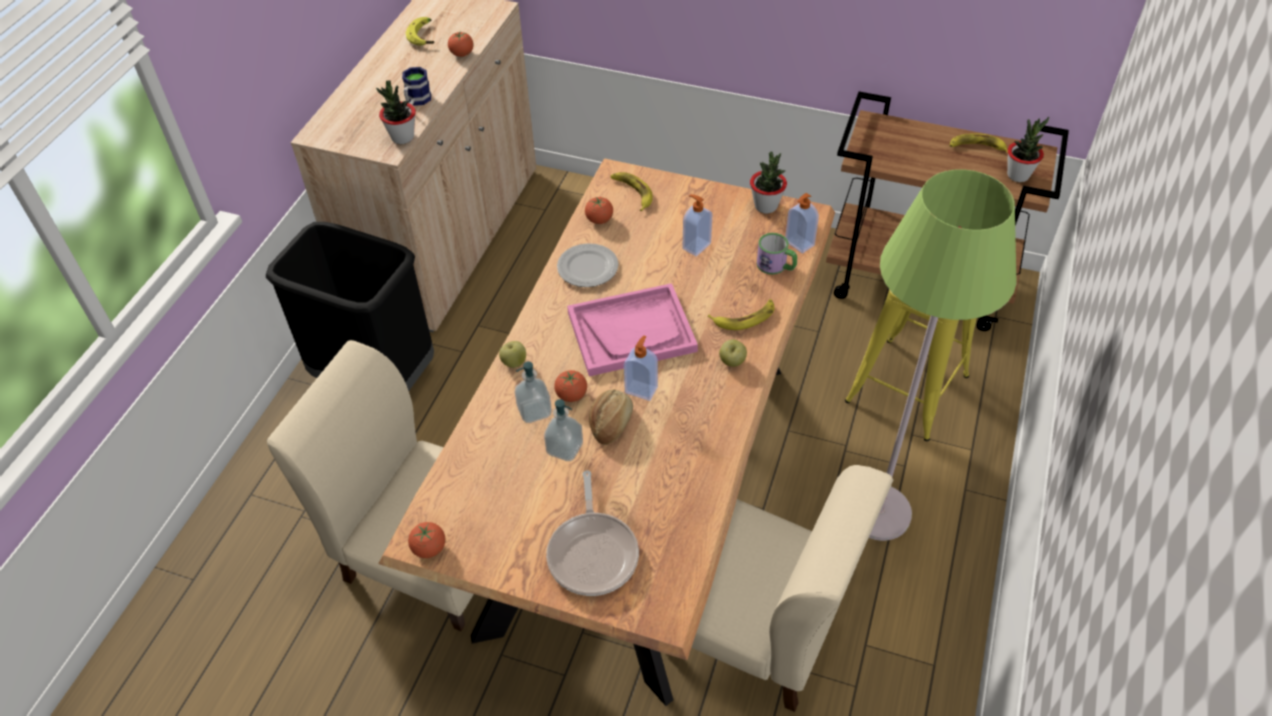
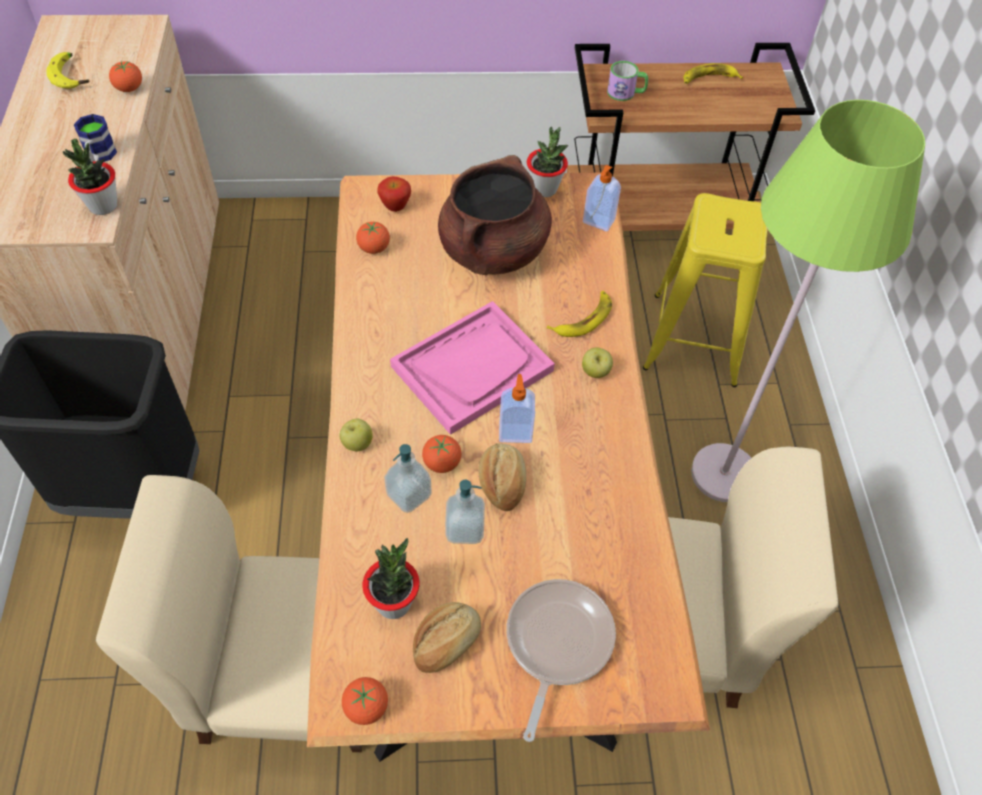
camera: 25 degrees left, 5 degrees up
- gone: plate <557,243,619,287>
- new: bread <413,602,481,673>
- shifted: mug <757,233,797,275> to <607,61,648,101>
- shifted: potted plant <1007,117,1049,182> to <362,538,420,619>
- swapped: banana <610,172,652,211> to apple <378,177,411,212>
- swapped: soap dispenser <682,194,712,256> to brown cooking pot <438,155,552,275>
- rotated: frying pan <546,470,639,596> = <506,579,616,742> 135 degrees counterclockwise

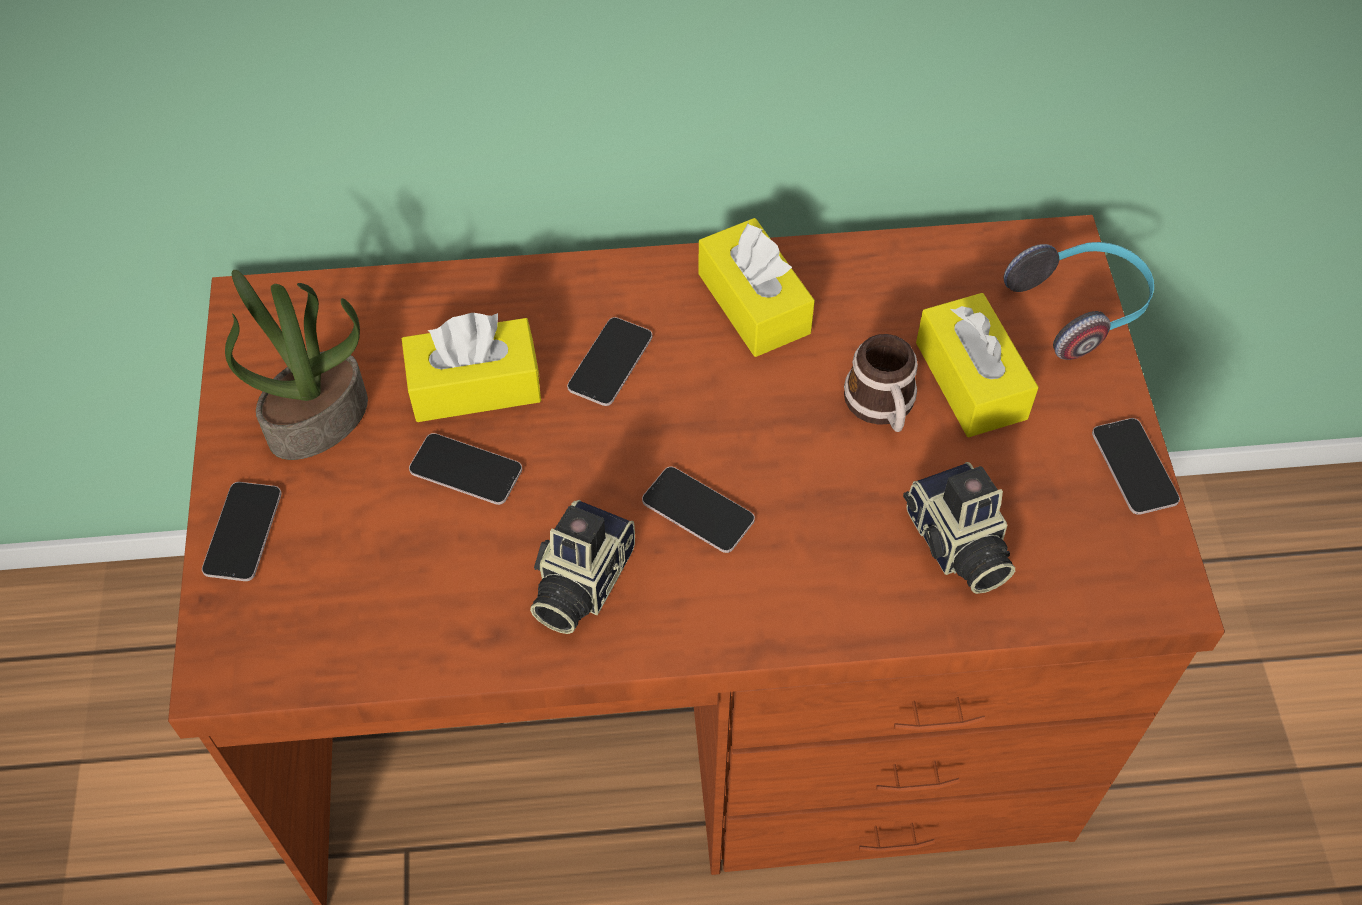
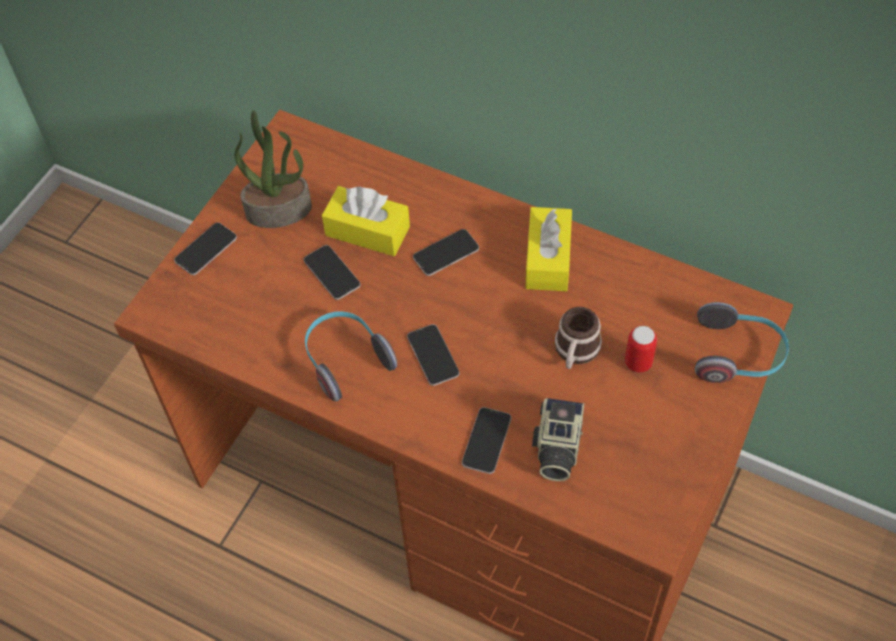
camera: 35 degrees right, 0 degrees up
- shifted: phone <1092,418,1180,515> to <462,407,511,474>
- swapped: photo camera <530,500,635,634> to headphones <305,311,397,402>
- swapped: yellow tissue box <916,293,1039,437> to can <625,326,657,373>

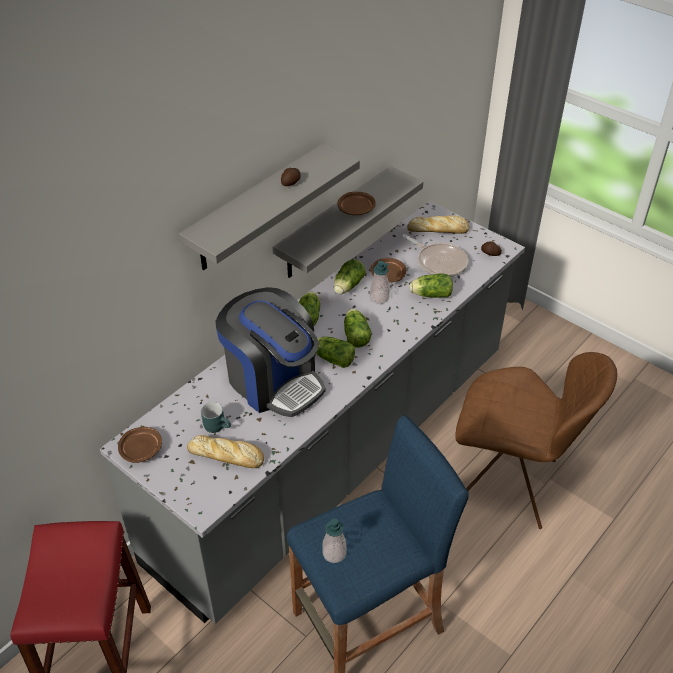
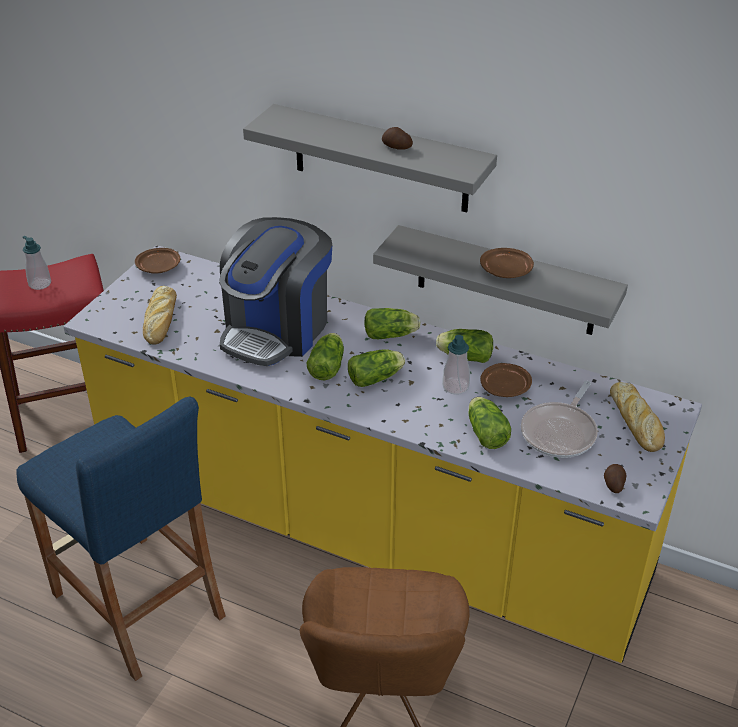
camera: 75 degrees right, 5 degrees down
- gone: turquoise mug <201,402,231,433>
- shifted: soap dispenser <322,518,347,563> to <23,236,51,290>
- repainted: grey counter <100,201,525,624> to yellow counter <63,245,702,663>

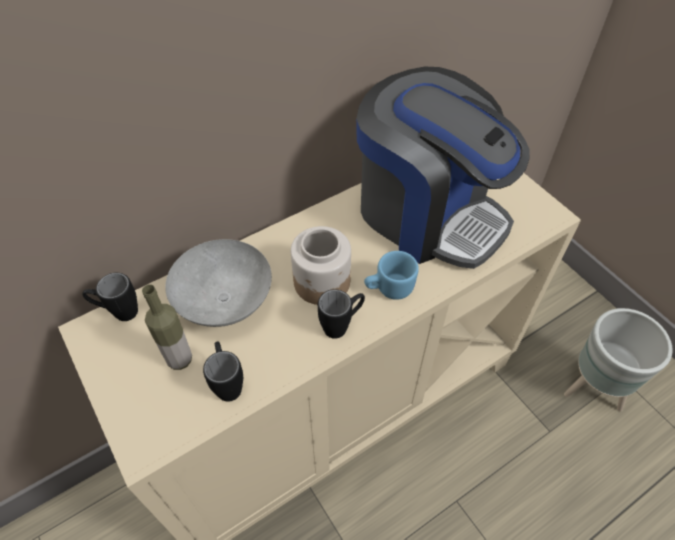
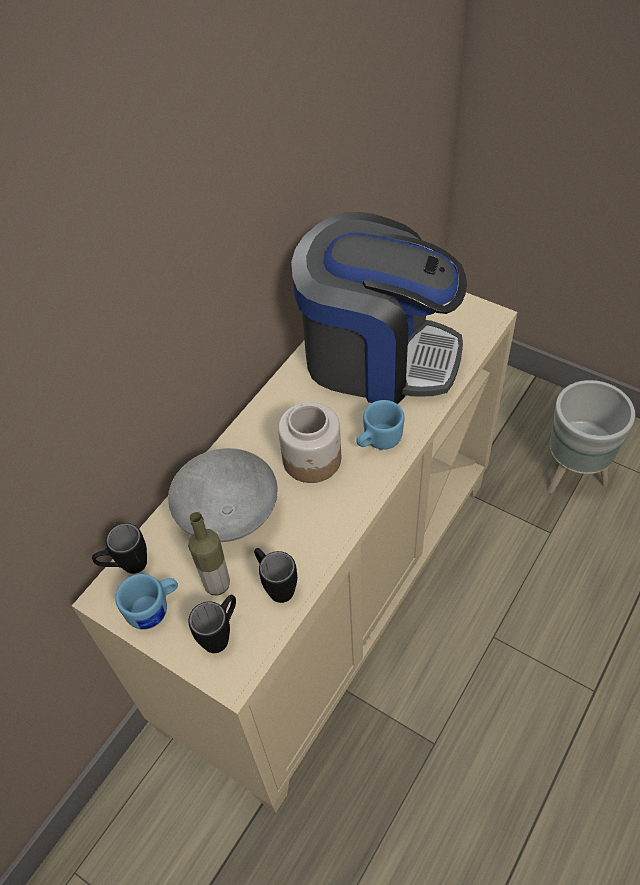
camera: 20 degrees left, 0 degrees up
- new: blue mug <115,574,178,630>
- shifted: black mug <318,289,365,339> to <188,595,236,653>

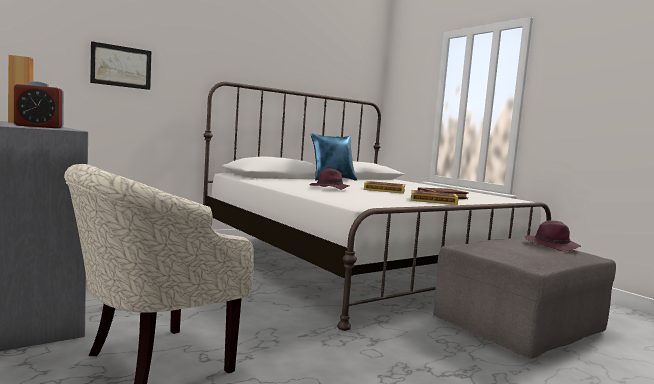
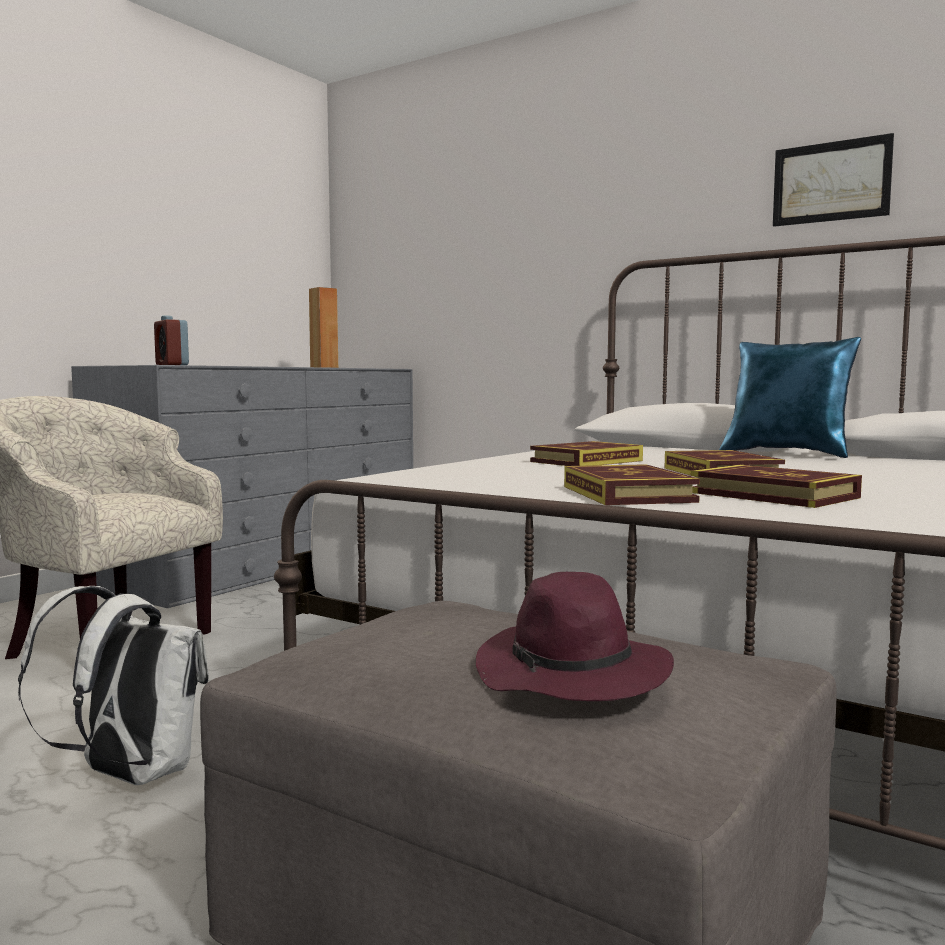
camera: 70 degrees right, 0 degrees up
- new: white backpack <18,586,209,785>
- shifted: picture <90,41,151,90> to <773,133,894,227>
- swapped: purple hat <309,168,349,190> to book <530,441,643,466>

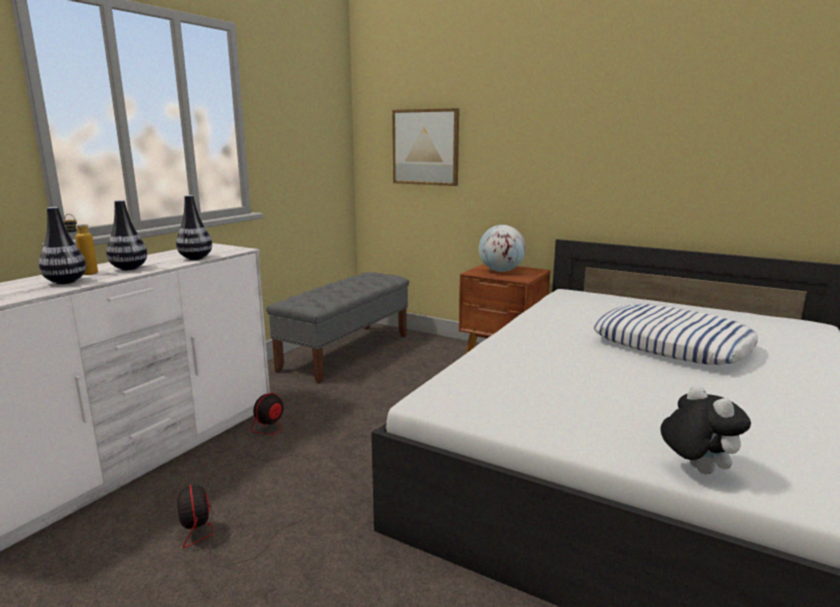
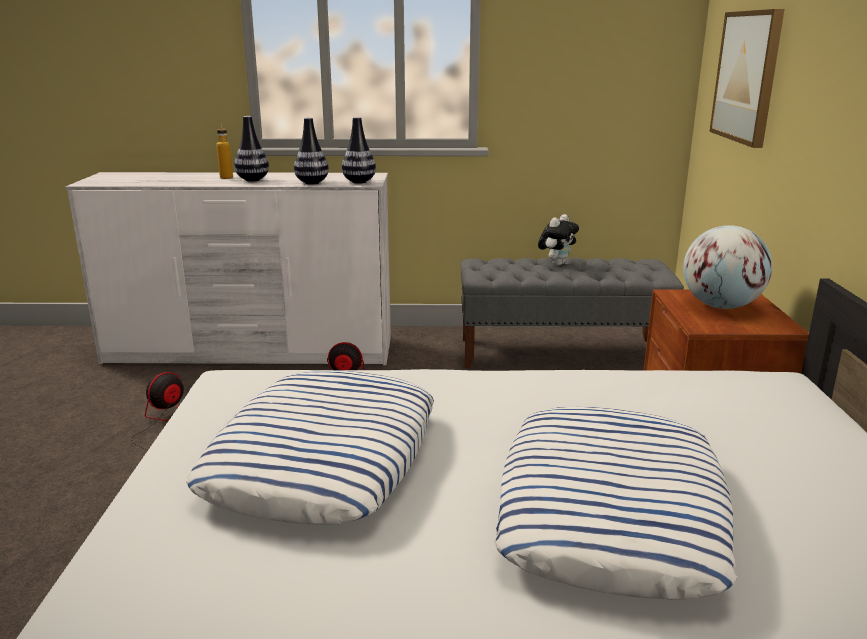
camera: 60 degrees right, 5 degrees up
- new: pillow <186,370,434,525>
- shifted: vase <39,207,86,284> to <342,117,376,184>
- shifted: plush toy <661,385,751,474> to <538,214,579,266>

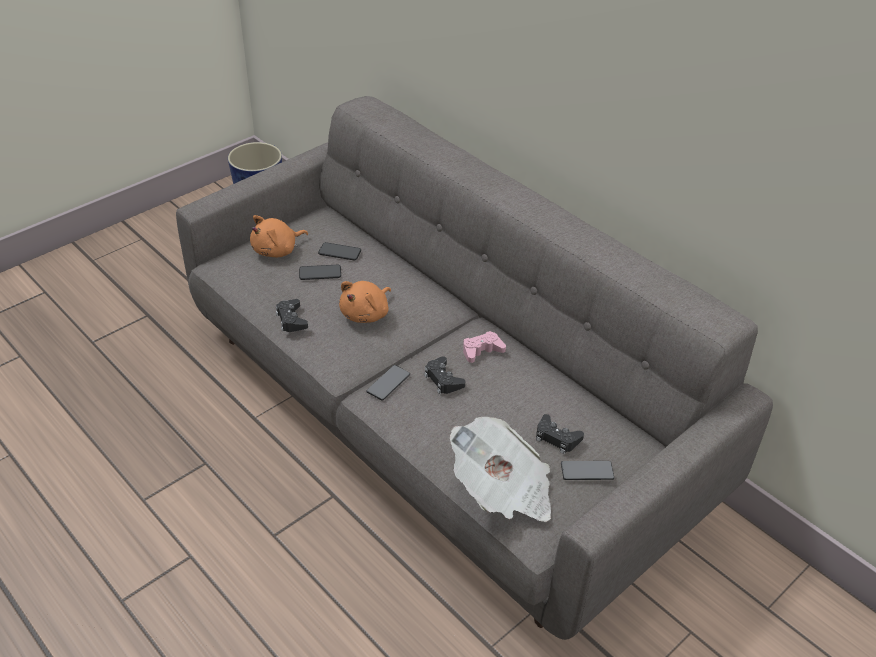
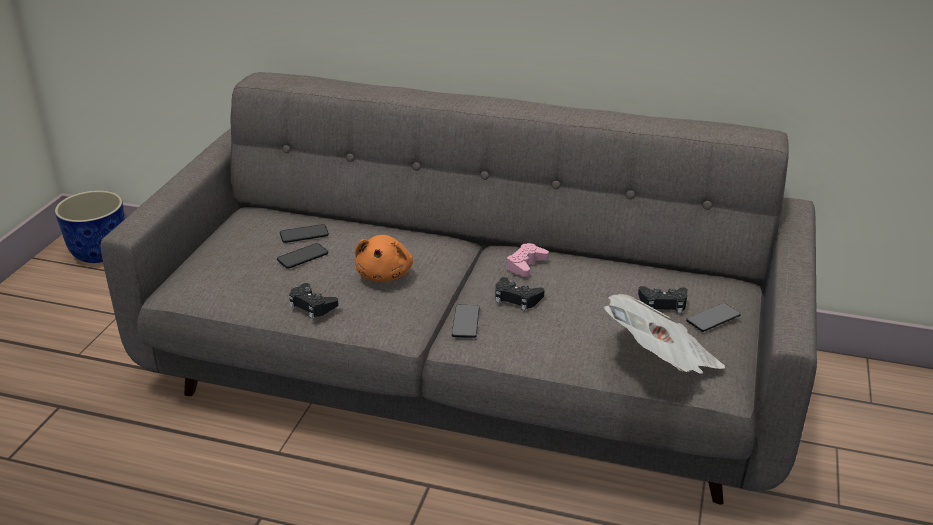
camera: 30 degrees left, 10 degrees down
- gone: orange plush toy <250,215,308,257>

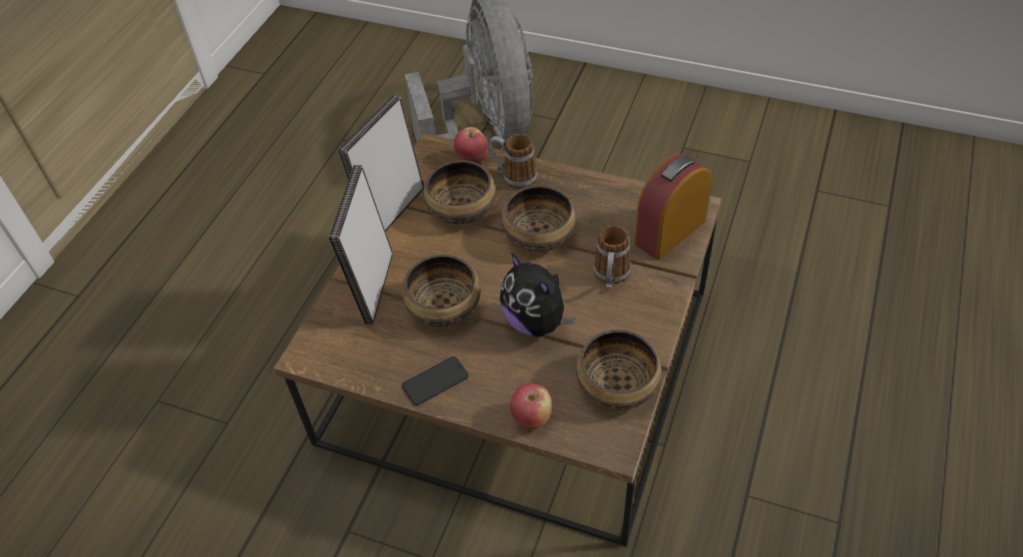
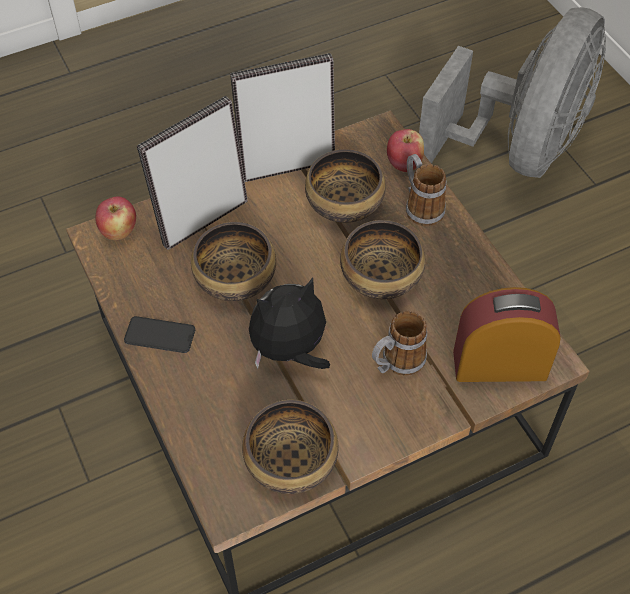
camera: 40 degrees right, 5 degrees up
- shifted: apple <510,383,552,430> to <95,196,136,240>
- rotated: plush toy <500,252,575,337> = <249,277,330,369> 60 degrees clockwise

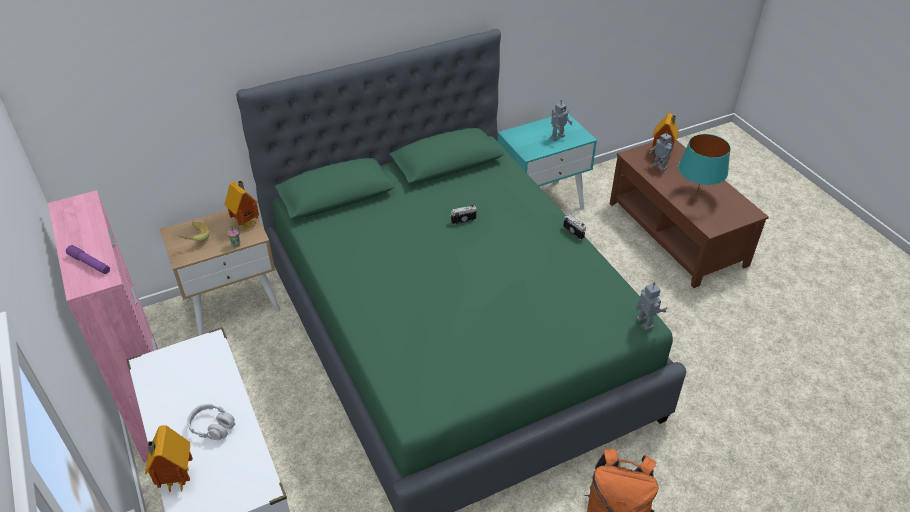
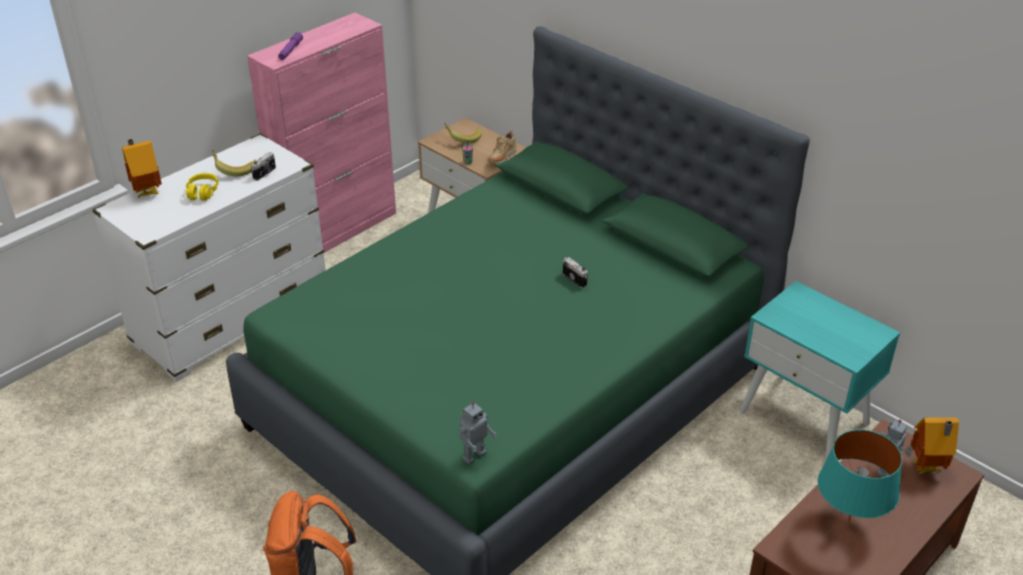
camera: 70 degrees right, 5 degrees down
- gone: toy robot <551,100,572,141>
- new: banana <212,150,256,176>
- shifted: photo camera <563,214,586,240> to <251,152,276,181>
- swapped: toy house <225,180,259,230> to beige shoe <489,131,517,164>
- repainted: grey headphones <187,404,235,440> to yellow headphones <186,173,218,201>

